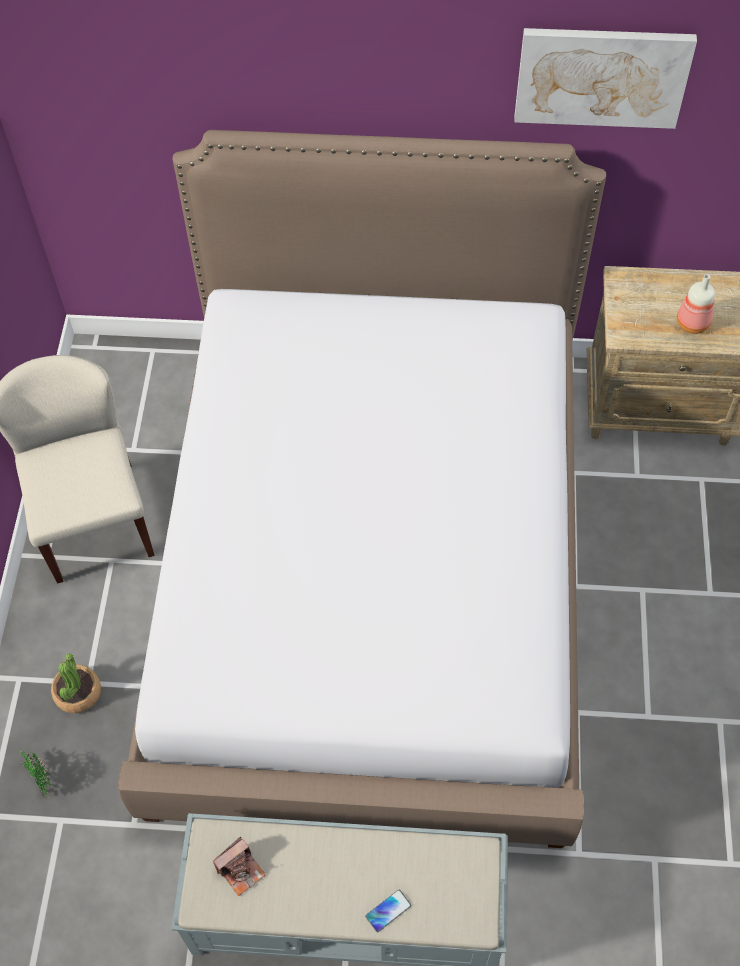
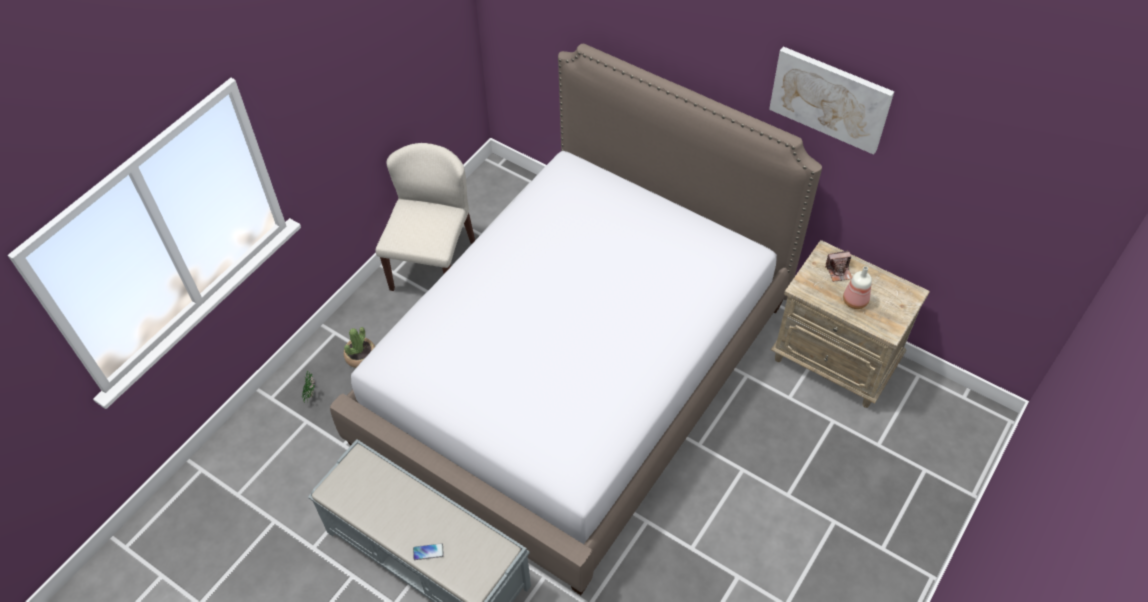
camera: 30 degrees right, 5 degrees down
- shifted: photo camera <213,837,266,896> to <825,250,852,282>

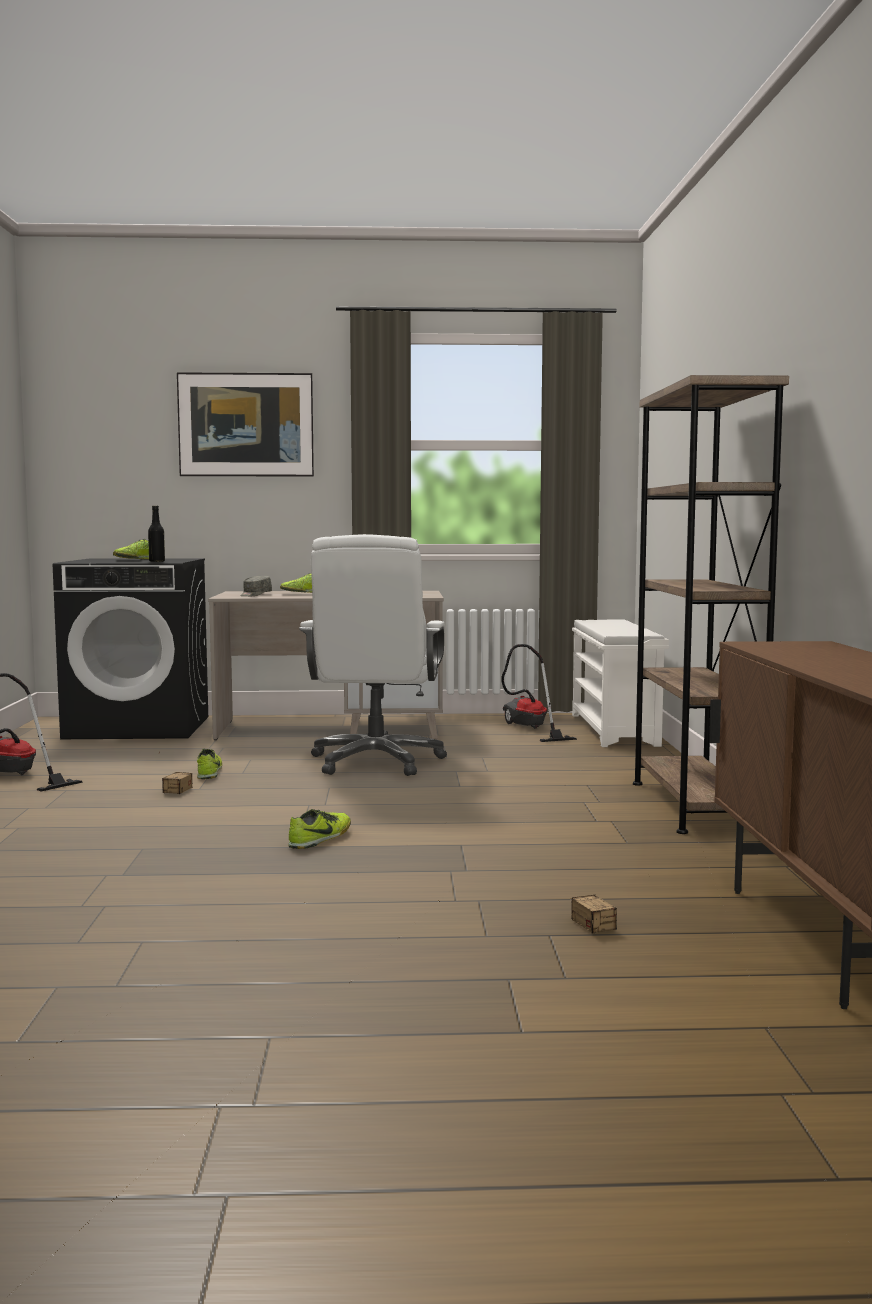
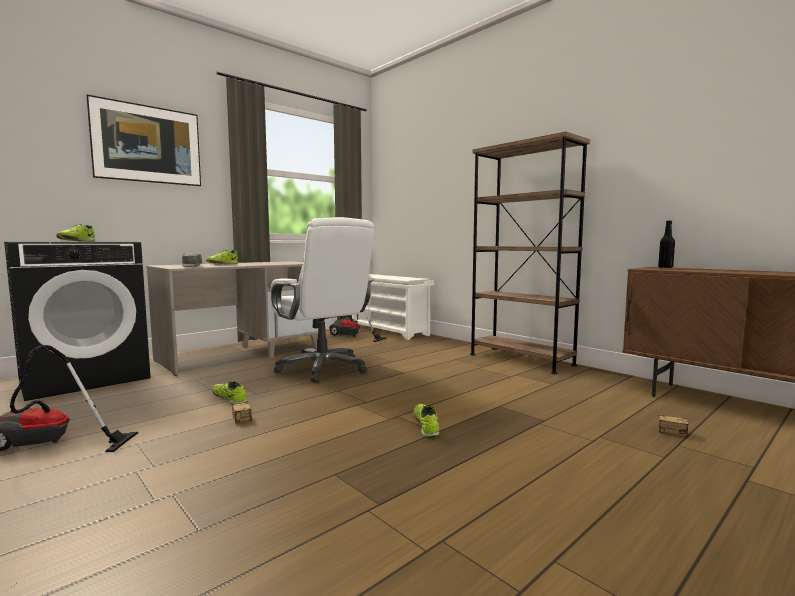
camera: 40 degrees left, 0 degrees up
- shifted: black bottle <148,506,165,562> to <658,220,675,268>

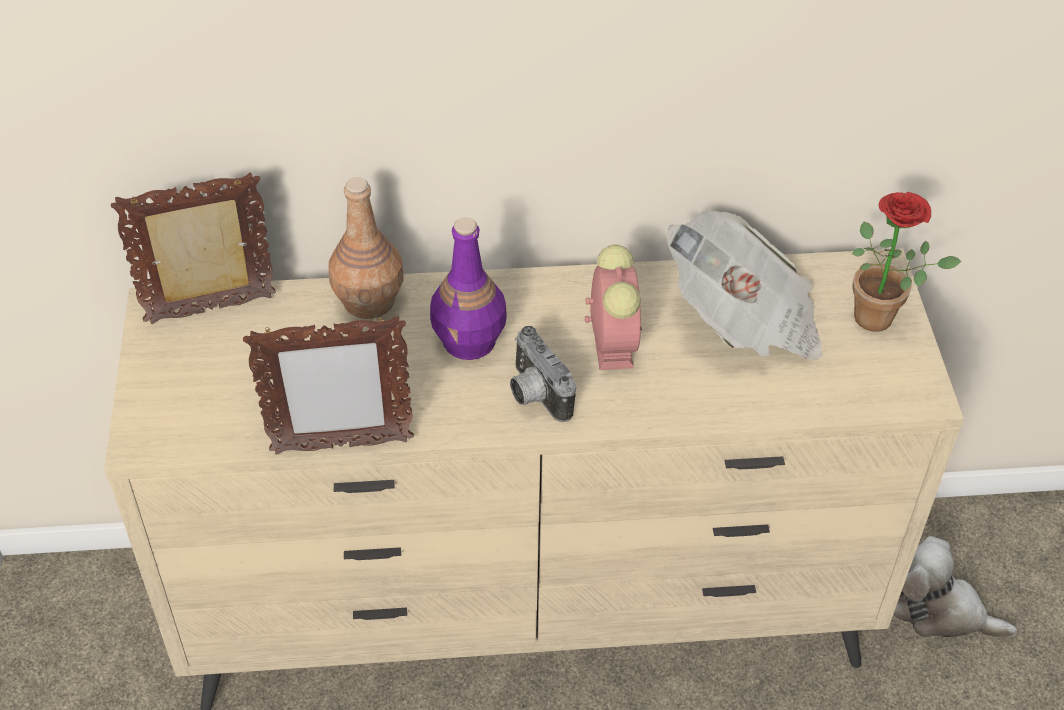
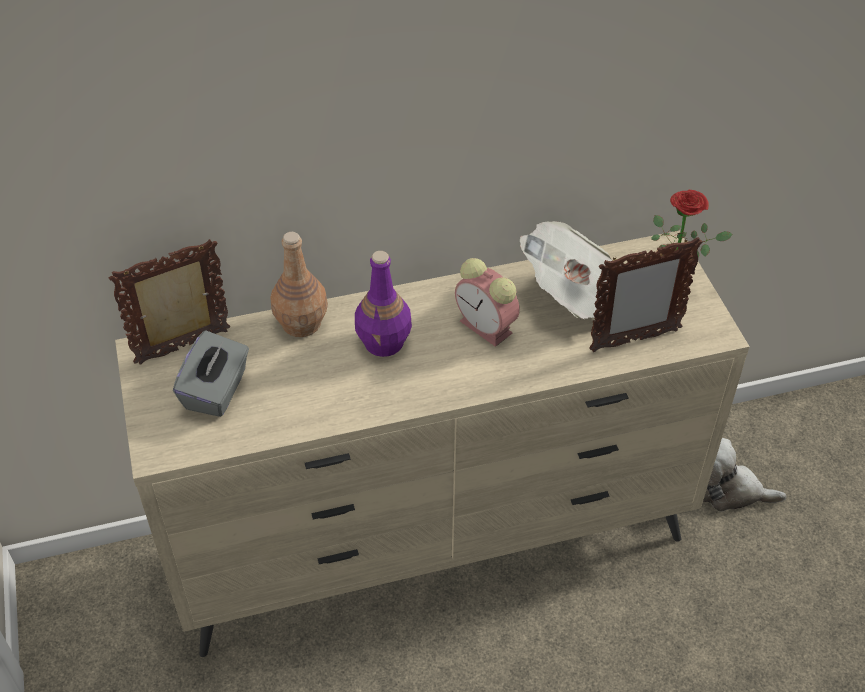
camera: 10 degrees left, 0 degrees up
- gone: photo camera <510,326,576,422>
- new: grey tissue box <173,330,249,417>
- shifted: picture frame <243,315,414,454> to <589,237,703,352>
- rotated: alarm clock <585,244,642,370> = <455,258,520,347> 150 degrees clockwise

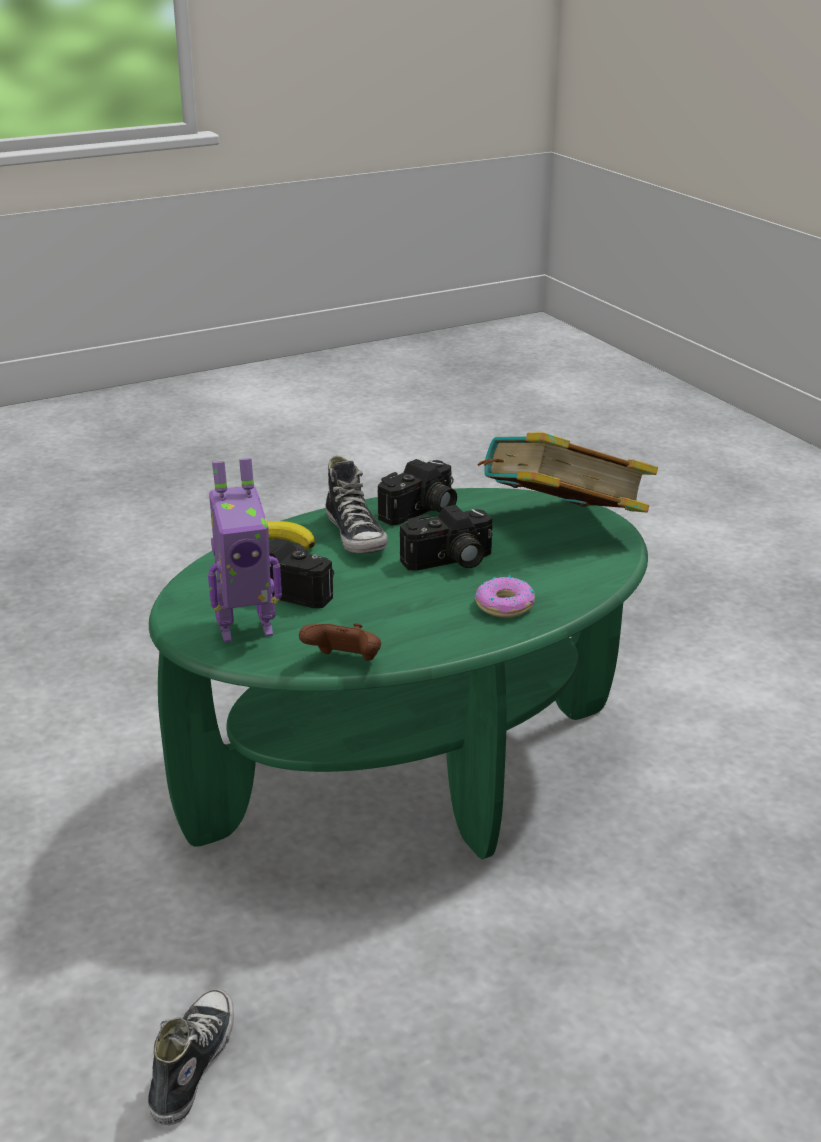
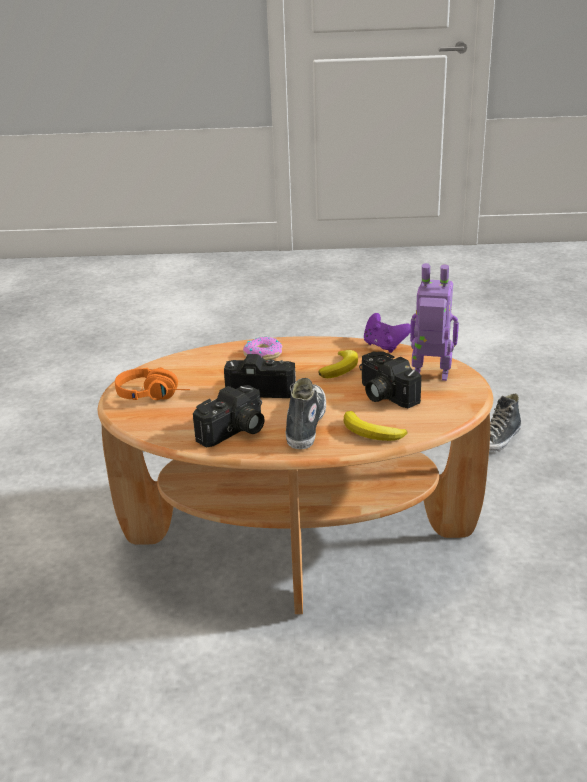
camera: 150 degrees left, 0 degrees up
- new: banana <318,350,358,378>
- swapped: book <477,432,658,513> to orange headphones <115,367,190,400>
- repainted: green coffee table <149,488,648,859> to brown coffee table <98,336,494,614>
- repainted: brown game controller <299,623,381,661> to purple game controller <364,313,411,353>
- rotated: photo camera <377,459,457,526> = <193,385,265,447> 150 degrees clockwise

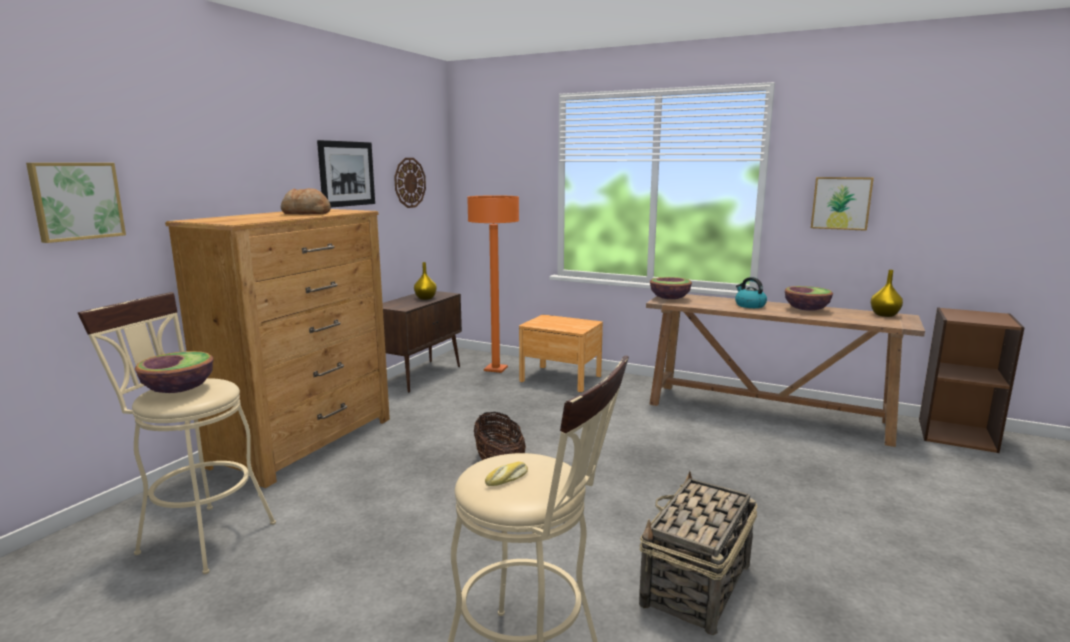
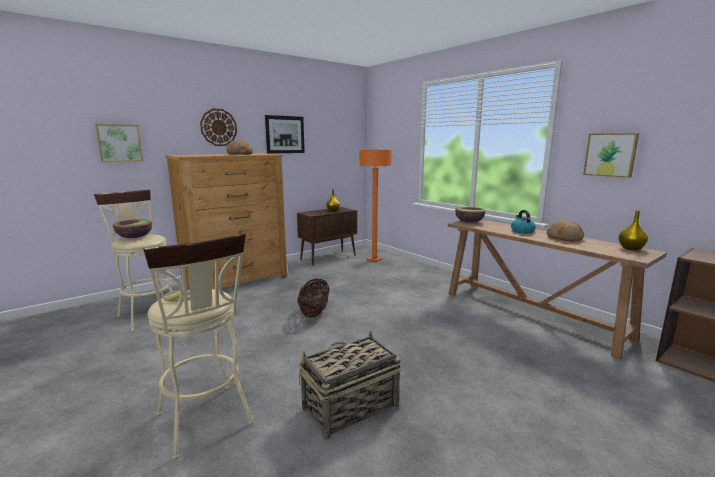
camera: 25 degrees right, 0 degrees up
- gone: brown nightstand <519,315,603,392>
- shifted: wall clock <394,158,426,208> to <200,109,237,146>
- swapped: bowl <785,286,833,311> to bread <547,220,584,242>

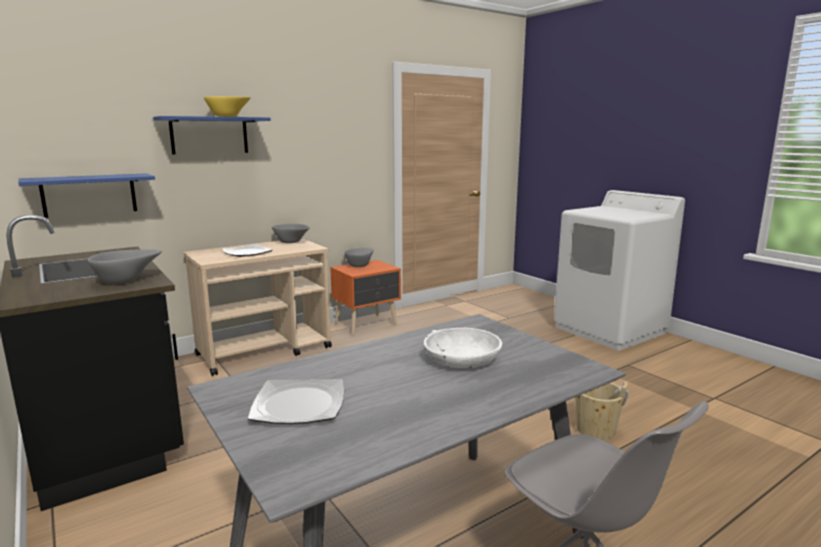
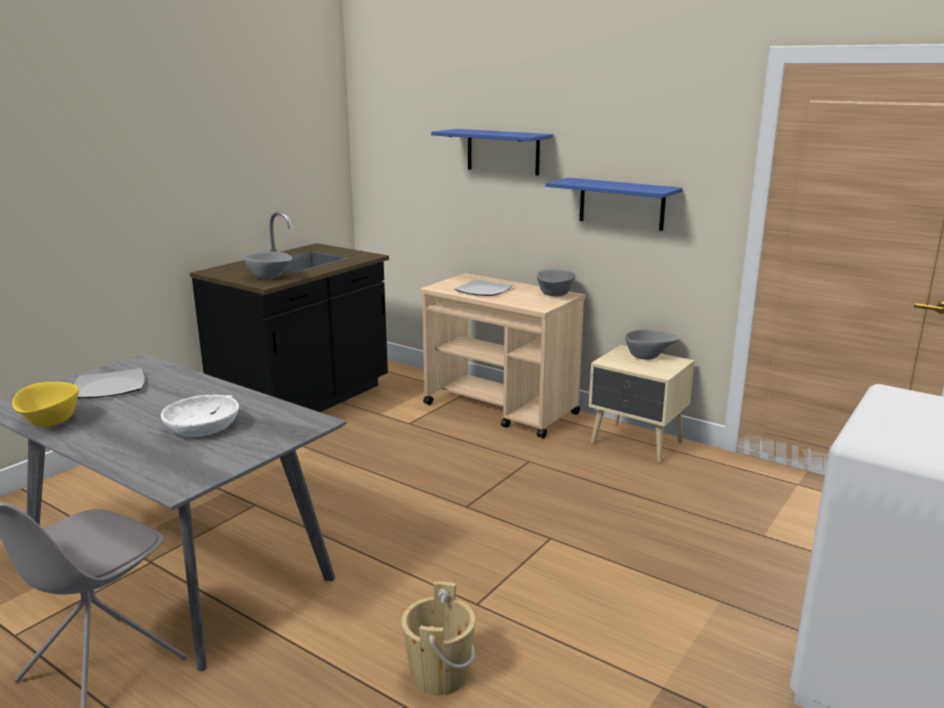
camera: 70 degrees right, 5 degrees up
- shifted: blue shelf <18,173,155,218> to <545,178,683,231>
- shifted: yellow bowl <204,96,250,117> to <12,382,79,427>
- repainted: orange nightstand <330,260,401,336> to beige nightstand <589,345,695,462>

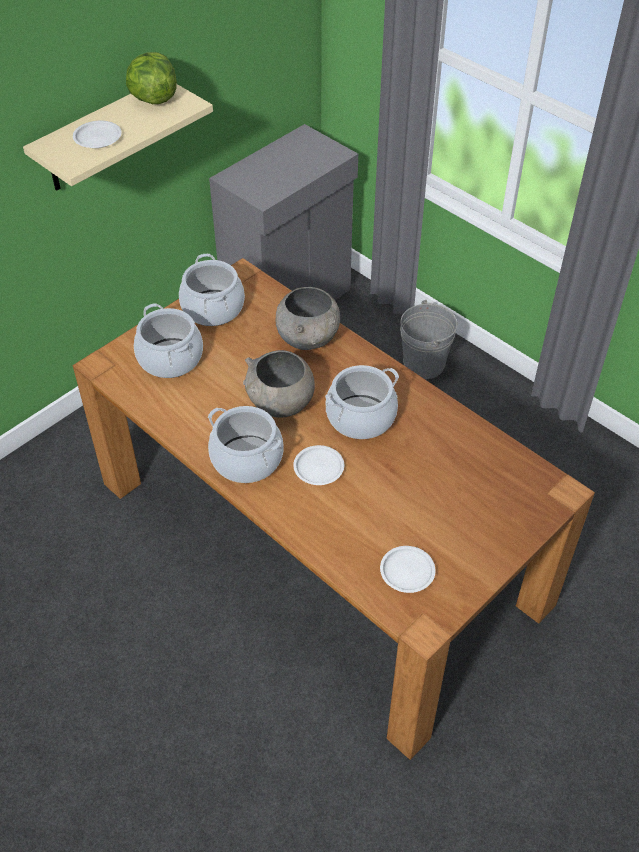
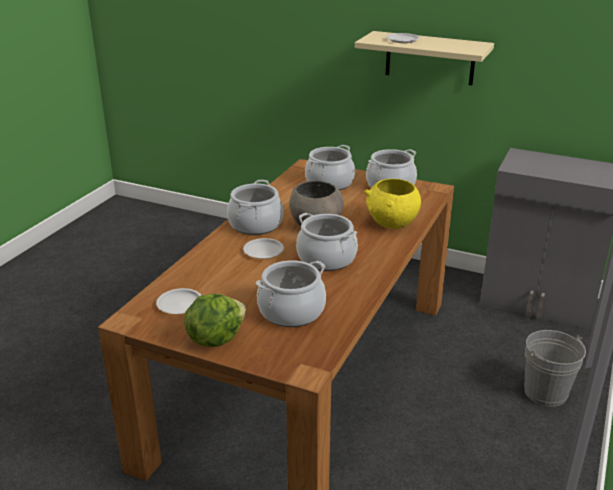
camera: 70 degrees right, 20 degrees down
- new: cooking pot <256,260,326,327>
- shifted: lettuce <126,52,177,104> to <184,294,246,347>
- repainted: grey bowl <275,287,340,350> to yellow bowl <364,179,421,229>

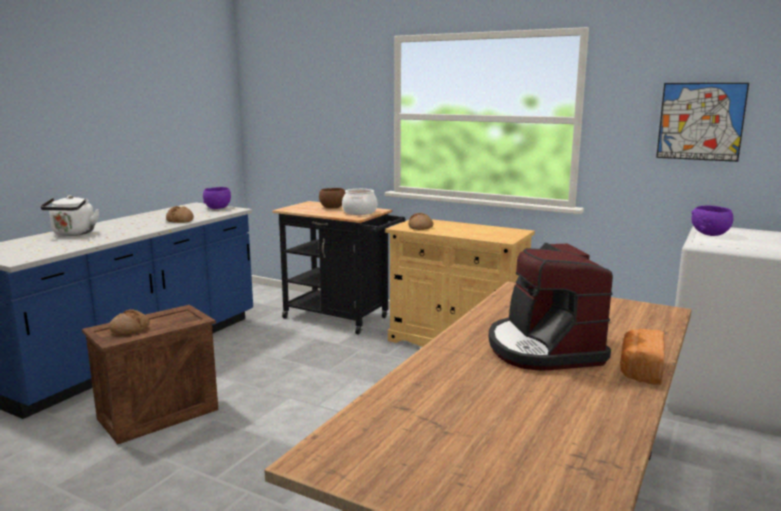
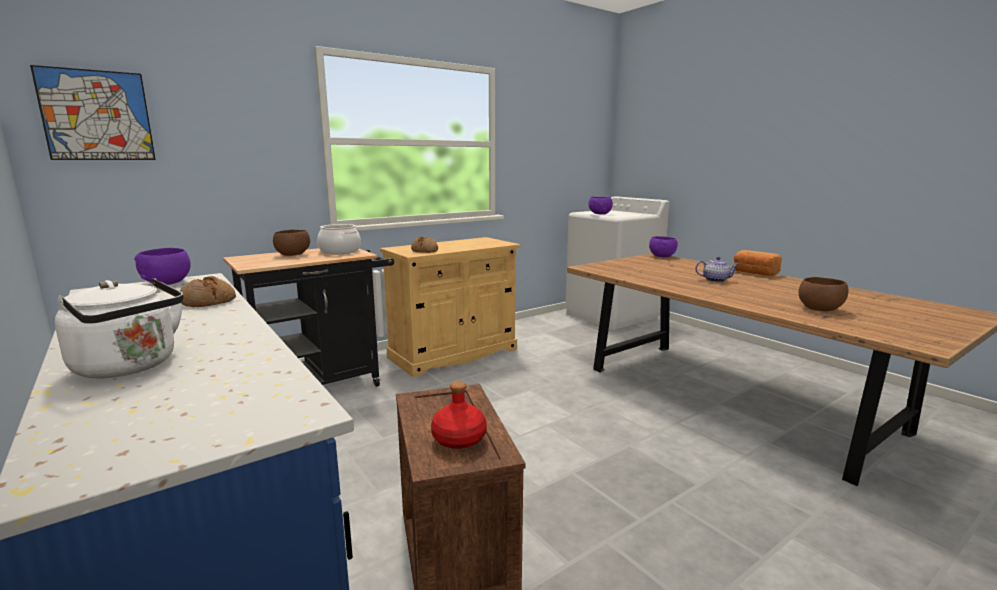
camera: 65 degrees left, 0 degrees up
- new: purple bowl <649,236,678,258>
- new: brown bowl <799,277,849,311>
- shifted: picture <656,83,749,162> to <30,65,156,160>
- swapped: bread <109,309,150,334> to red bottle <431,381,487,449>
- swapped: coffee machine <488,243,613,371> to teapot <695,257,739,282>

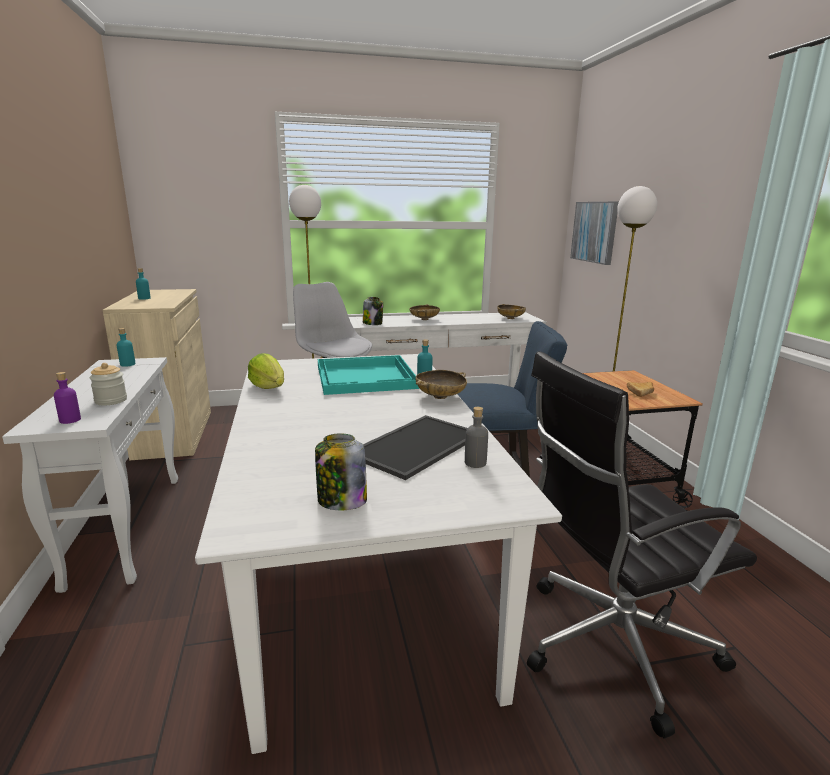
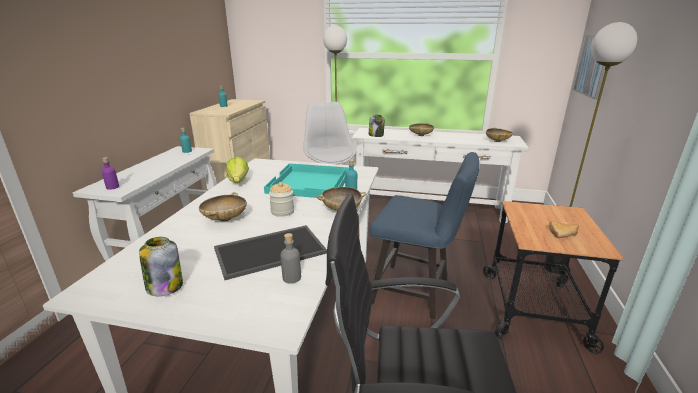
camera: 25 degrees right, 5 degrees up
- new: beige bowl <199,192,247,222>
- shifted: jar <89,363,127,405> to <269,182,294,217>

